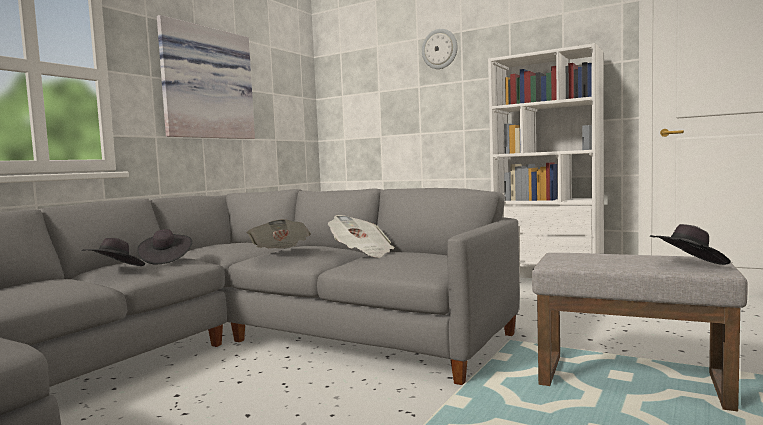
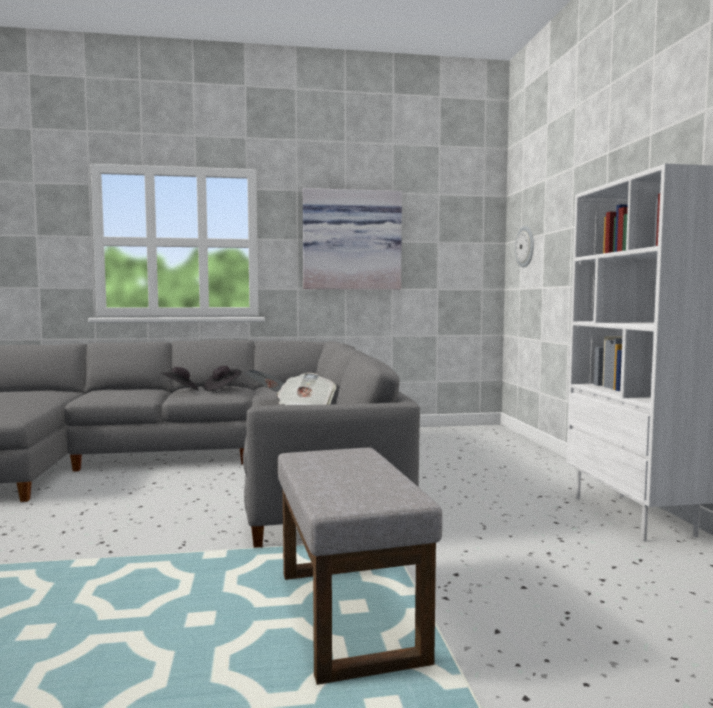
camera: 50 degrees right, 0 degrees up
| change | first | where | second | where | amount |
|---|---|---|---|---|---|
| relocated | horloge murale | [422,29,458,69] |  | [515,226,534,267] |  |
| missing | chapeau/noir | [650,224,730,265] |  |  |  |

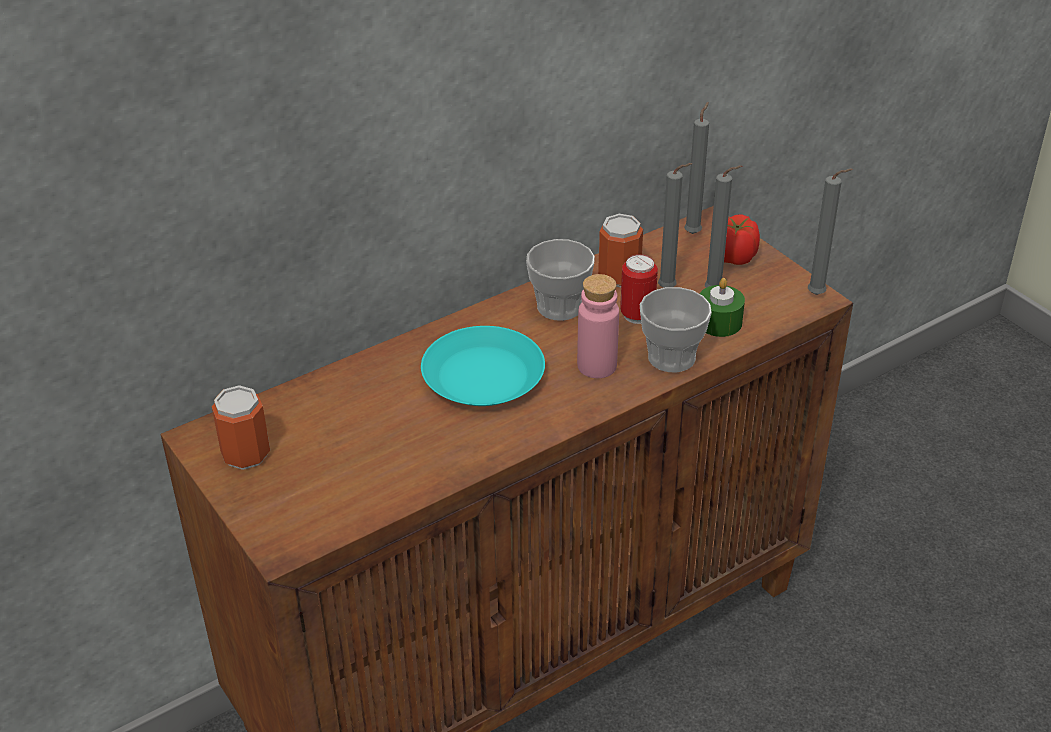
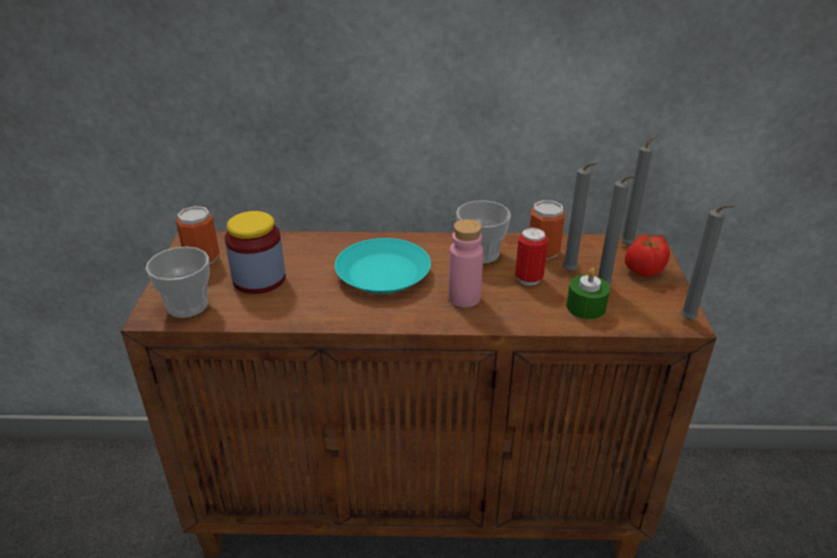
camera: 35 degrees right, 5 degrees down
| change | first | where | second | where | amount |
|---|---|---|---|---|---|
| relocated | tasse | [640,287,712,372] |  | [146,247,210,318] |  |
| appeared |  |  | bocal | [225,211,285,294] |  |

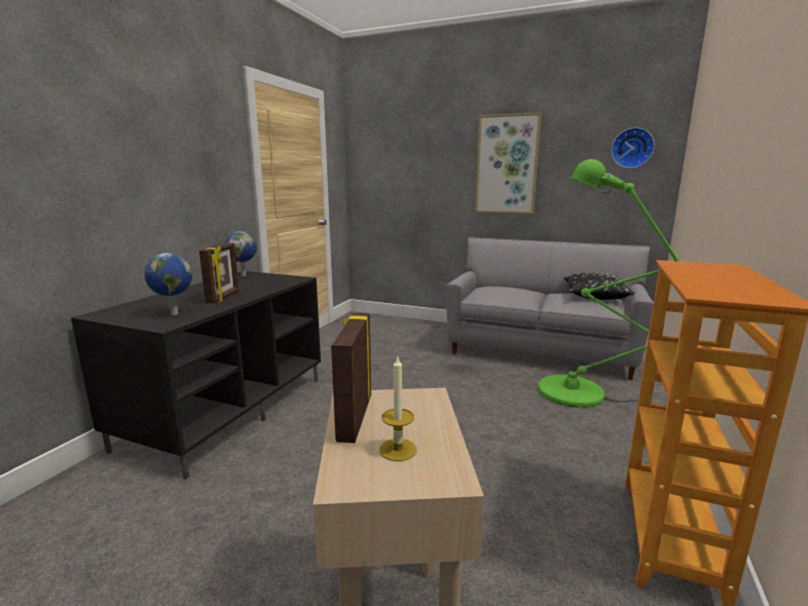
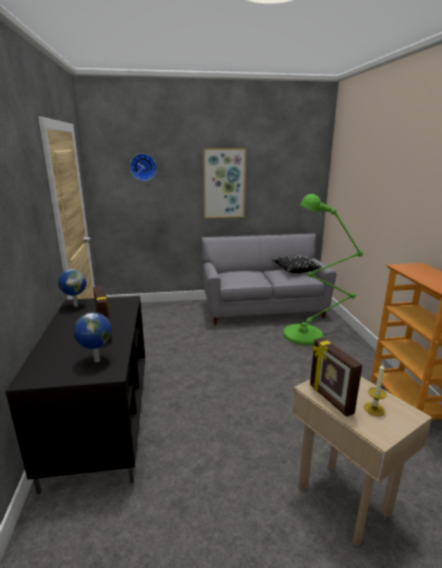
camera: 30 degrees left, 5 degrees up
| change | first | where | second | where | amount |
|---|---|---|---|---|---|
| relocated | horloge murale | [611,128,655,168] |  | [130,153,157,181] |  |

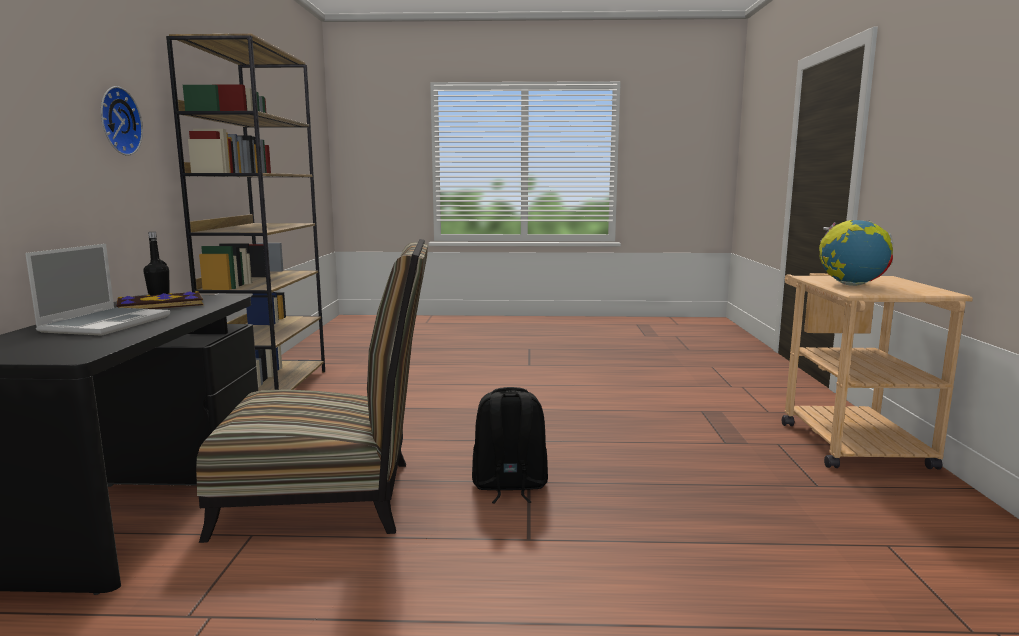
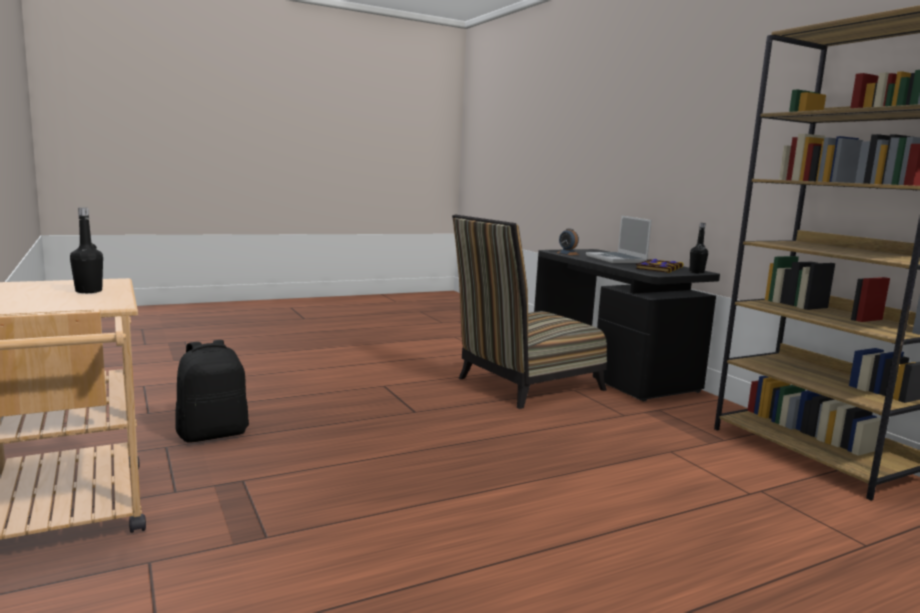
camera: 150 degrees right, 0 degrees up
| change | first | where | second | where | amount |
|---|---|---|---|---|---|
| exchanged | globe | [819,220,893,286] | bouteille/noir | [70,207,103,293] |  |
| relocated | sac à dos/noir | [472,387,548,504] |  | [176,340,249,443] |  |
| appeared |  |  | réveil | [557,229,579,255] |  |
| missing | horloge murale | [101,86,143,156] |  |  |  |

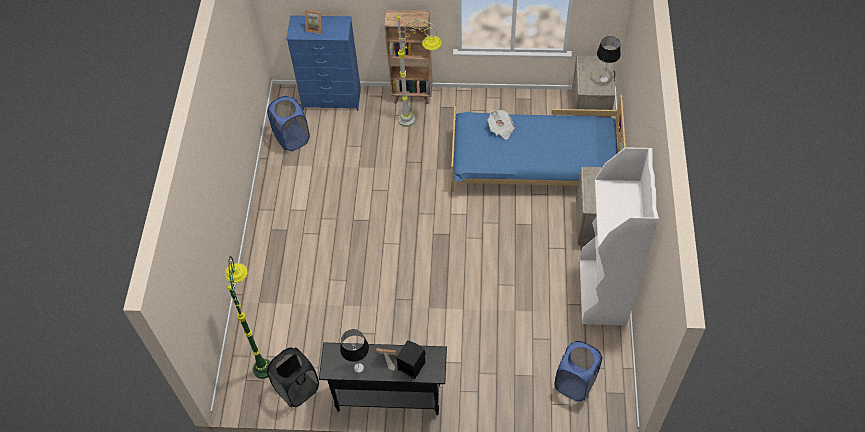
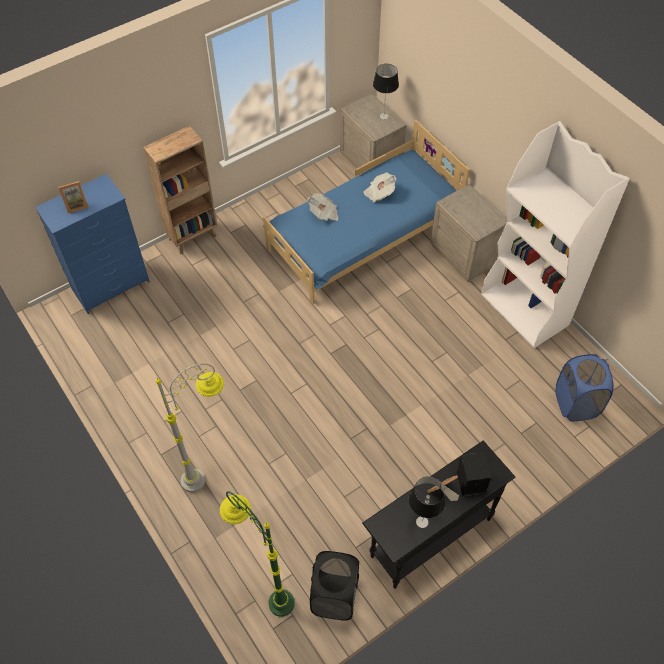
camera: 40 degrees left, 0 degrees up
| change | first | where | second | where | amount |
|---|---|---|---|---|---|
| relocated | lampadaire/gris | [397,15,442,127] |  | [156,363,224,492] |  |
| appeared |  |  | journal | [363,172,397,202] |  |
| missing | panier à linge/bleu | [267,96,310,151] |  |  |  |

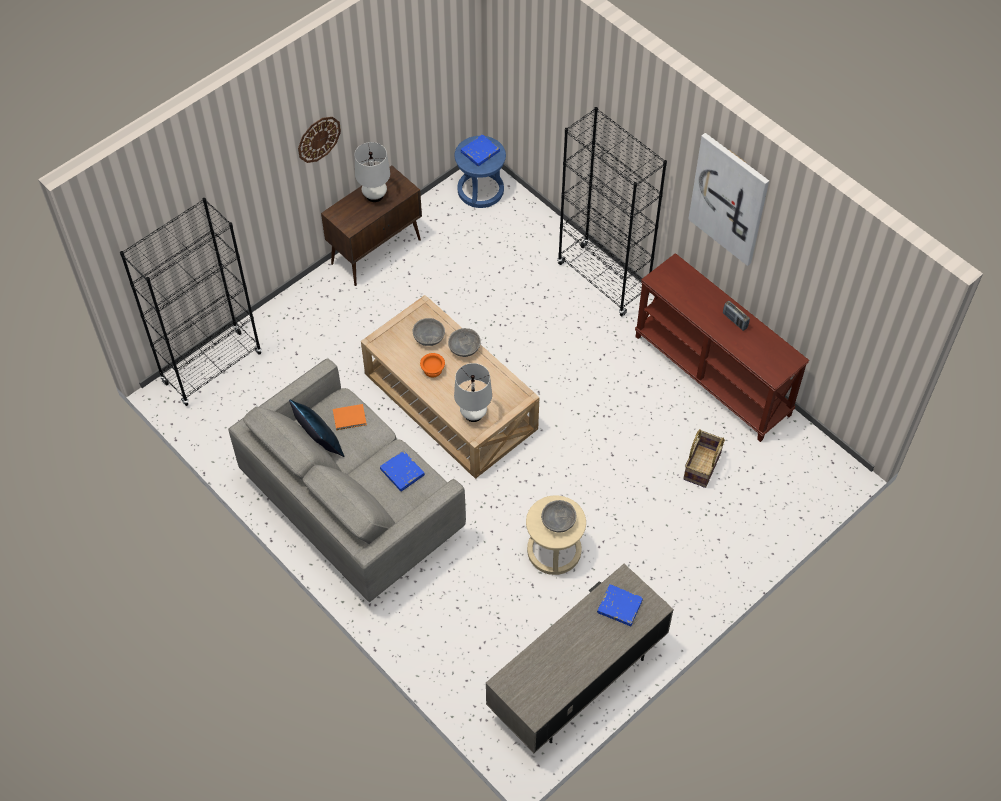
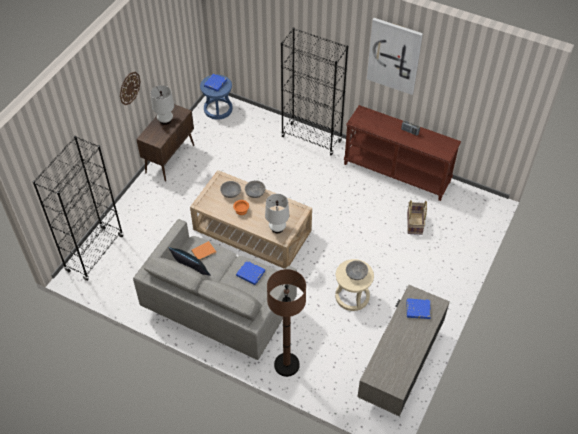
camera: 20 degrees left, 5 degrees down
| change | first | where | second | where | amount |
|---|---|---|---|---|---|
| appeared |  |  | lampadaire/marron | [267,269,306,377] |  |

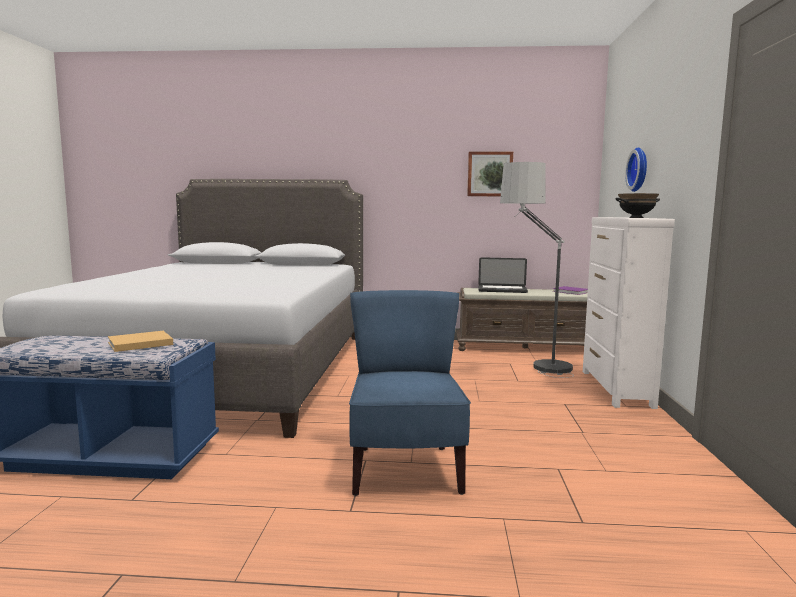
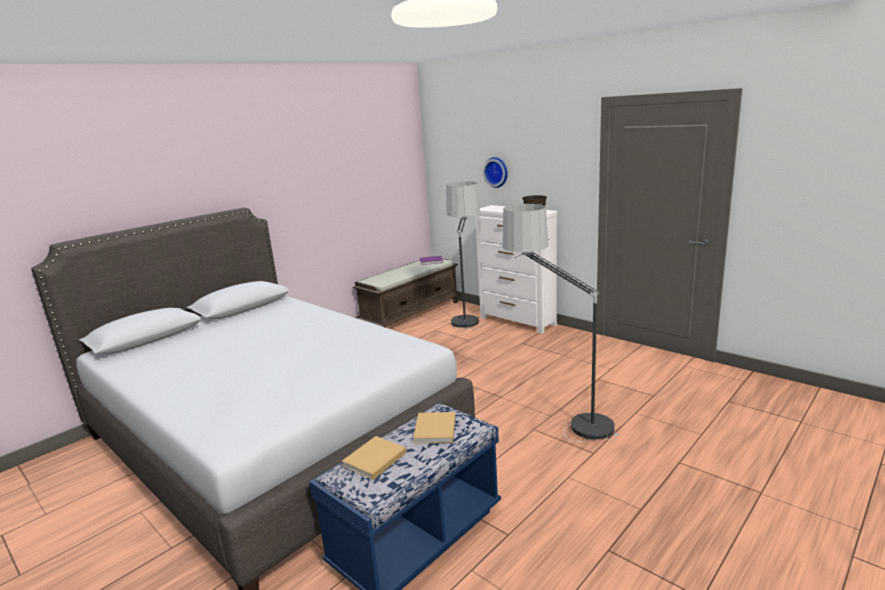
camera: 50 degrees left, 10 degrees up
| change | first | where | second | where | amount |
|---|---|---|---|---|---|
| appeared |  |  | livre/beige | [342,436,407,480] |  |
| exchanged | chaise/bleu | [349,290,471,496] | lampadaire | [503,204,618,442] |  |
| missing | tableau | [467,152,513,196] |  |  |  |
| missing | ordinateur portable | [478,257,528,293] |  |  |  |

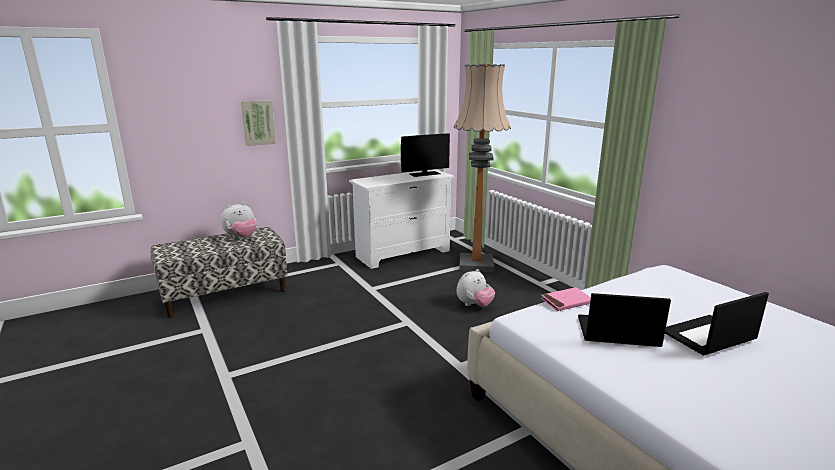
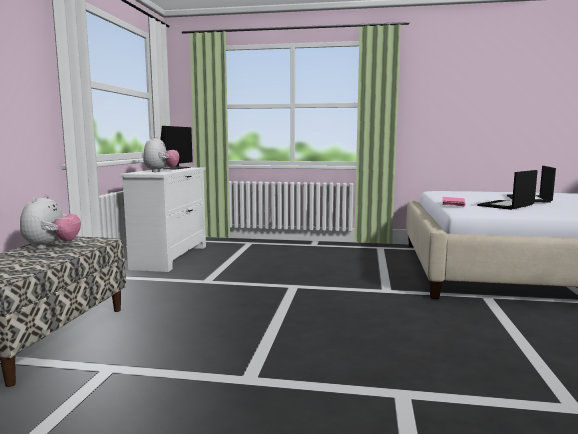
camera: 50 degrees left, 10 degrees down
| change | first | where | second | where | amount |
|---|---|---|---|---|---|
| relocated | peluche | [457,269,495,307] |  | [143,137,179,172] |  |
| missing | tableau | [241,100,276,146] |  |  |  |
| missing | lampadaire | [454,64,511,272] |  |  |  |

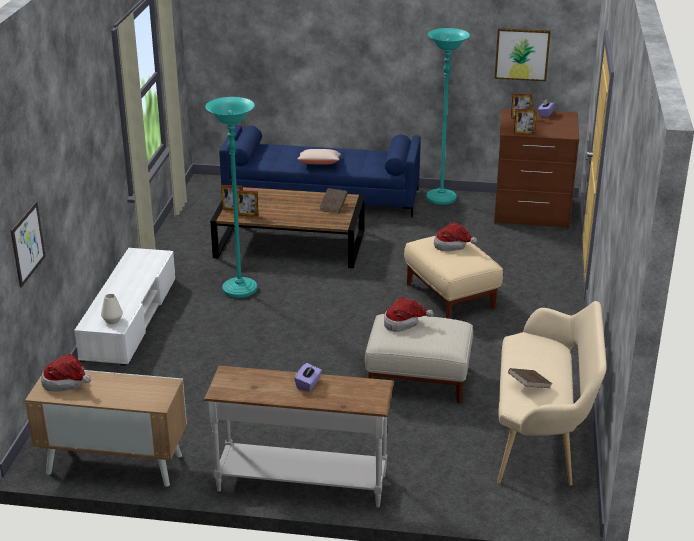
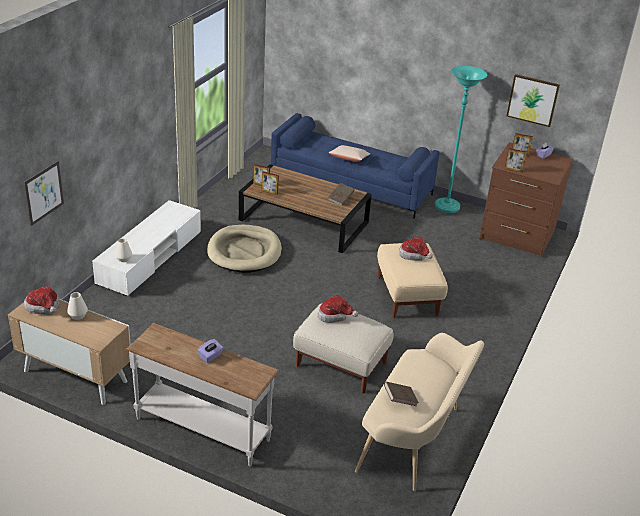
camera: 15 degrees right, 5 degrees up
| change | first | where | second | where | amount |
|---|---|---|---|---|---|
| appeared |  |  | vase/blanc | [67,292,88,320] |  |
| exchanged | lampadaire/turquoise | [205,97,257,298] | panier pour chien/beige | [207,225,282,273] |  |

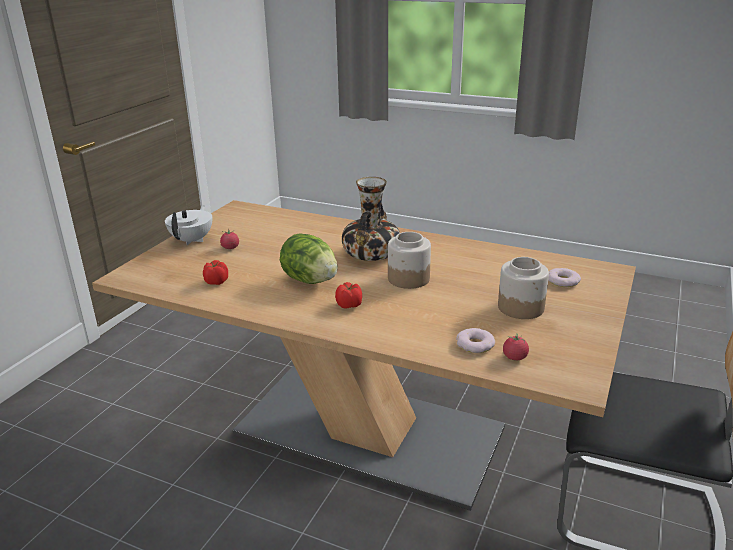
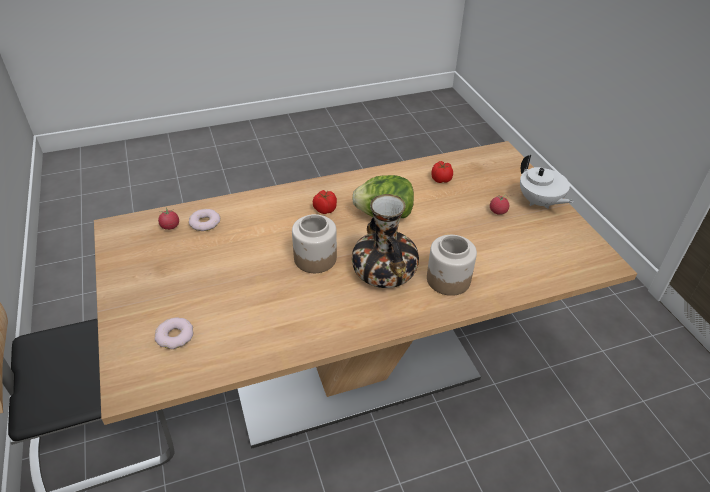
camera: 135 degrees right, 15 degrees up
| change | first | where | second | where | amount |
|---|---|---|---|---|---|
| relocated | bocal | [498,257,549,319] |  | [427,235,477,296] |  |

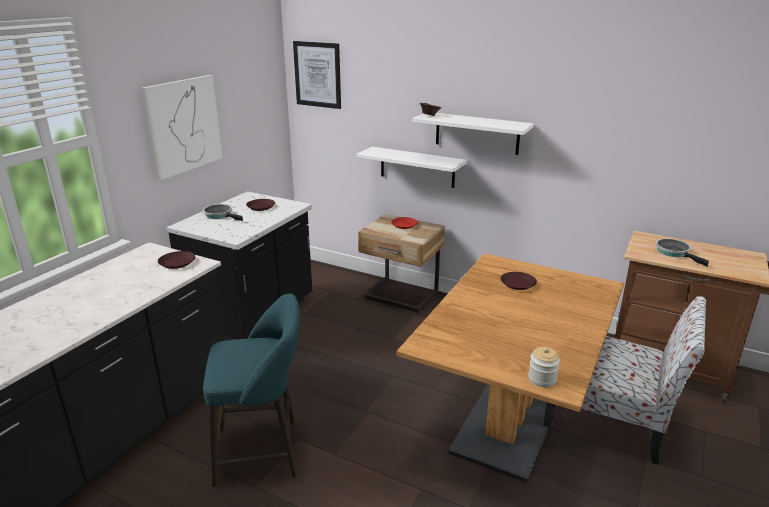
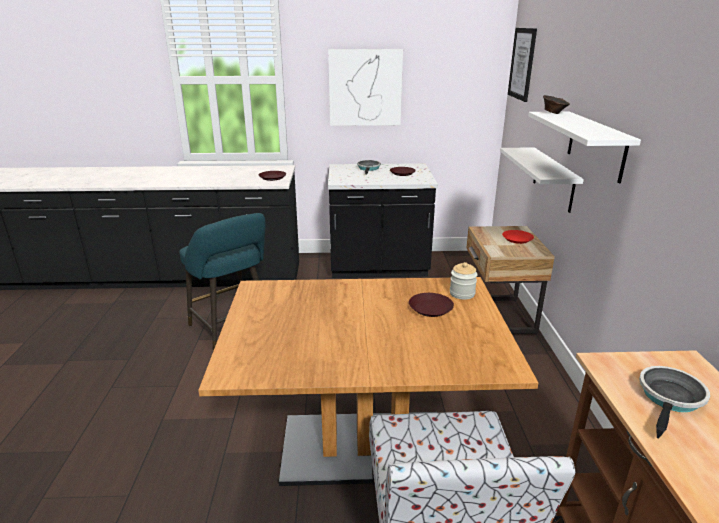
camera: 60 degrees right, 0 degrees up
| change | first | where | second | where | amount |
|---|---|---|---|---|---|
| relocated | bocal | [528,347,560,387] |  | [450,262,477,300] |  |

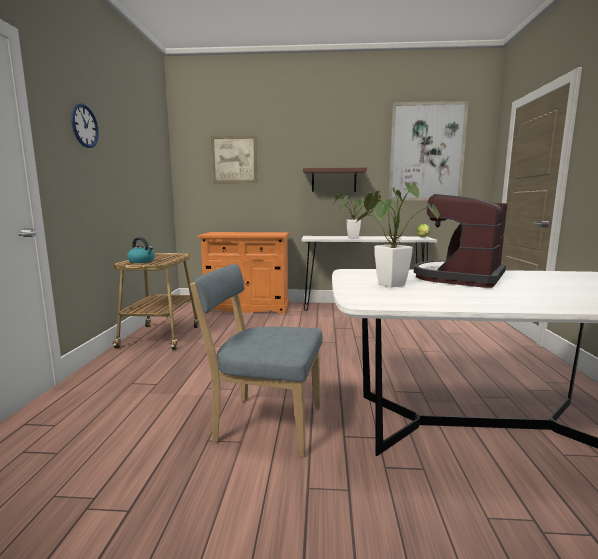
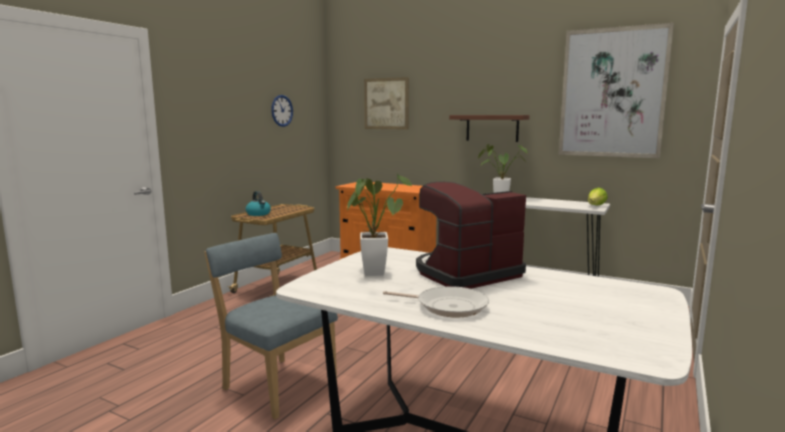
camera: 25 degrees right, 0 degrees up
| change | first | where | second | where | amount |
|---|---|---|---|---|---|
| relocated | horloge murale | [71,103,99,148] |  | [271,95,293,127] |  |
| appeared |  |  | poêle | [383,286,489,318] |  |

